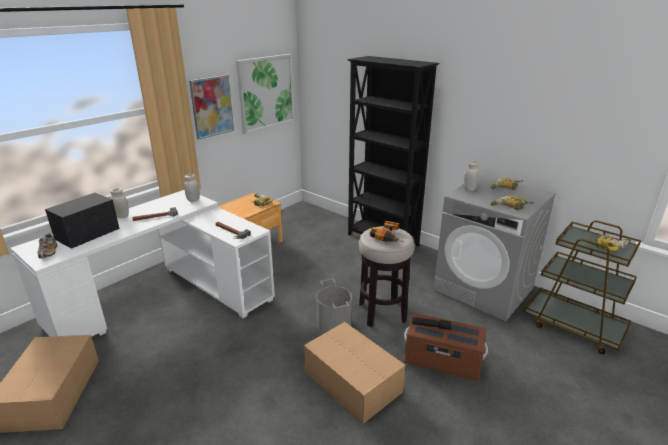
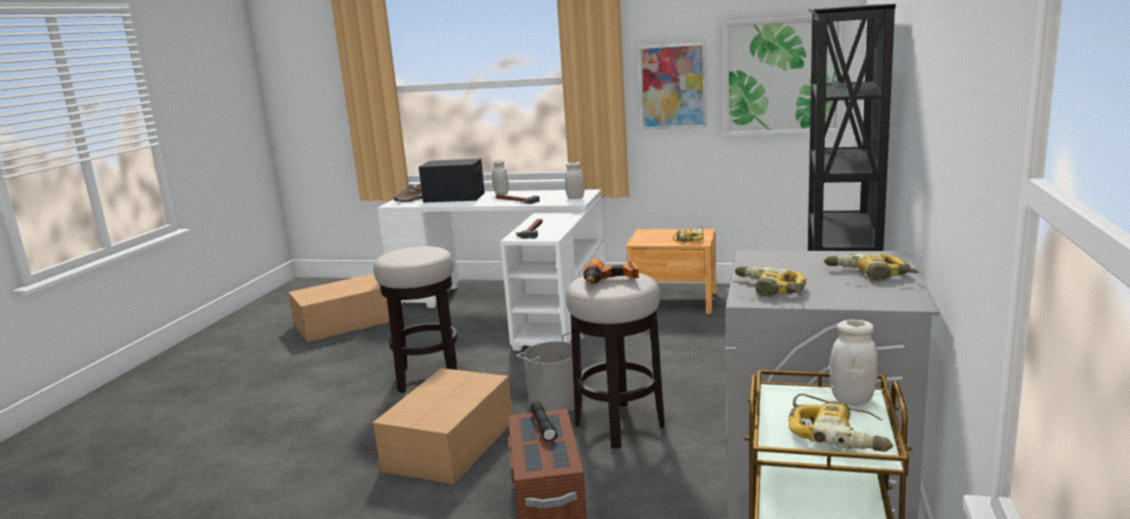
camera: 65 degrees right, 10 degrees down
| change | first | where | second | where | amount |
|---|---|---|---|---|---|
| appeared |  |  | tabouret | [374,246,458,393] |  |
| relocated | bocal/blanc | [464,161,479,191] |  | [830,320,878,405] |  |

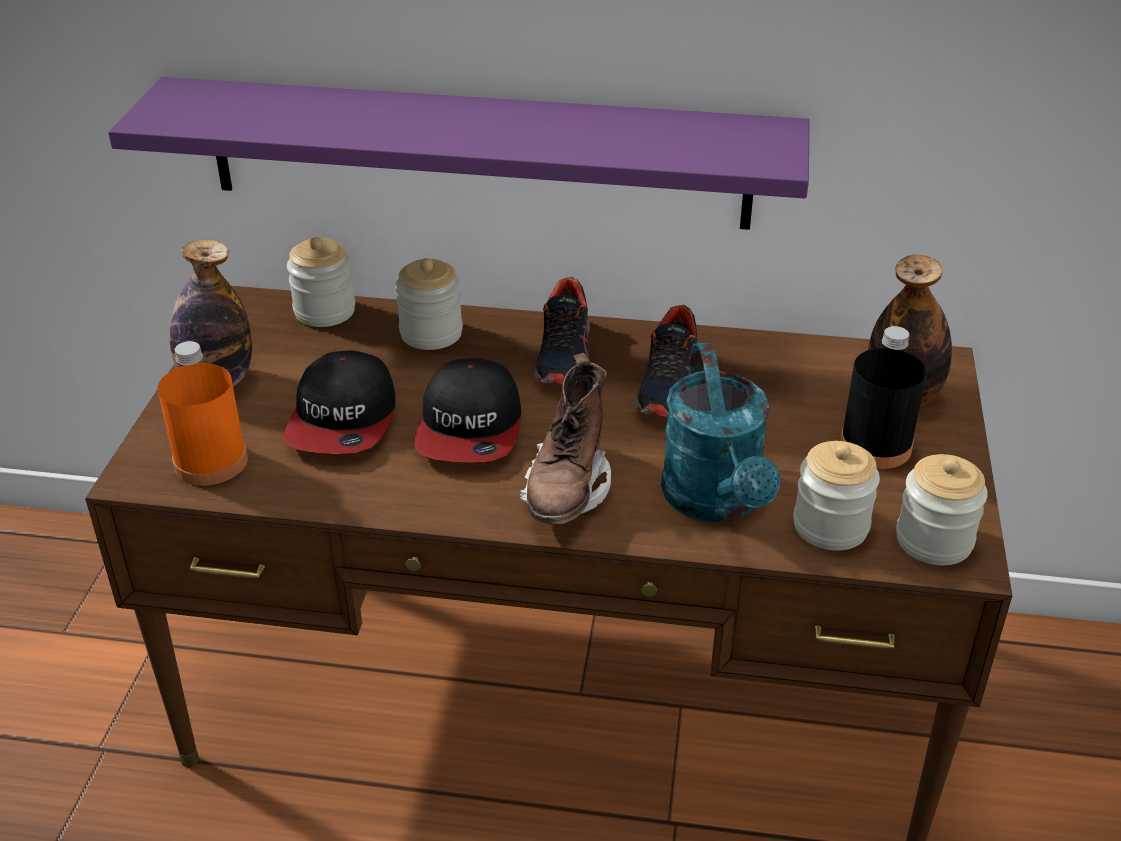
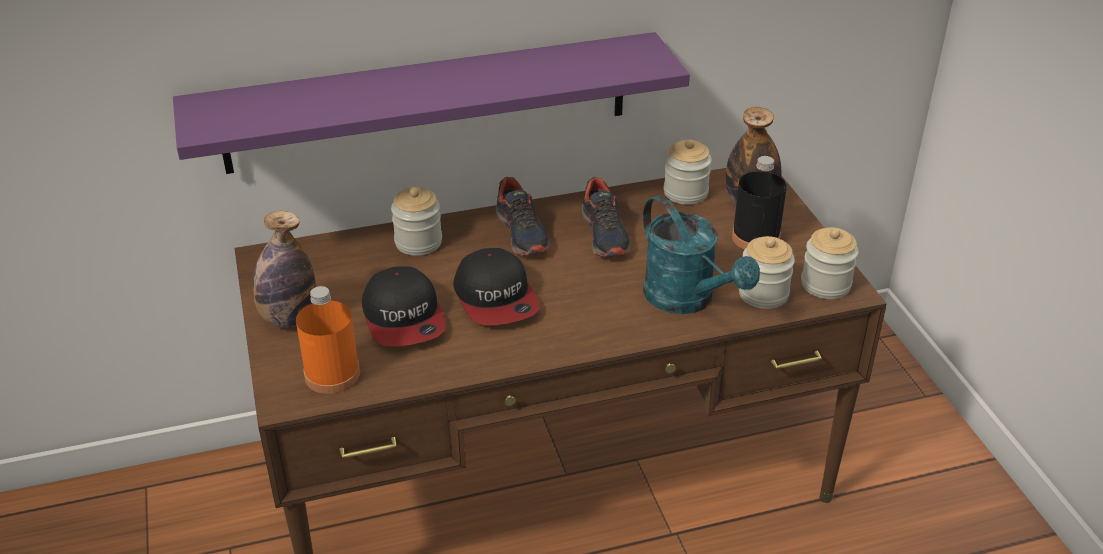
camera: 25 degrees left, 0 degrees up
| change | first | where | second | where | amount |
|---|---|---|---|---|---|
| relocated | bocal | [287,237,355,327] |  | [663,139,712,205] |  |
| missing | botte/marron | [519,353,611,524] |  |  |  |

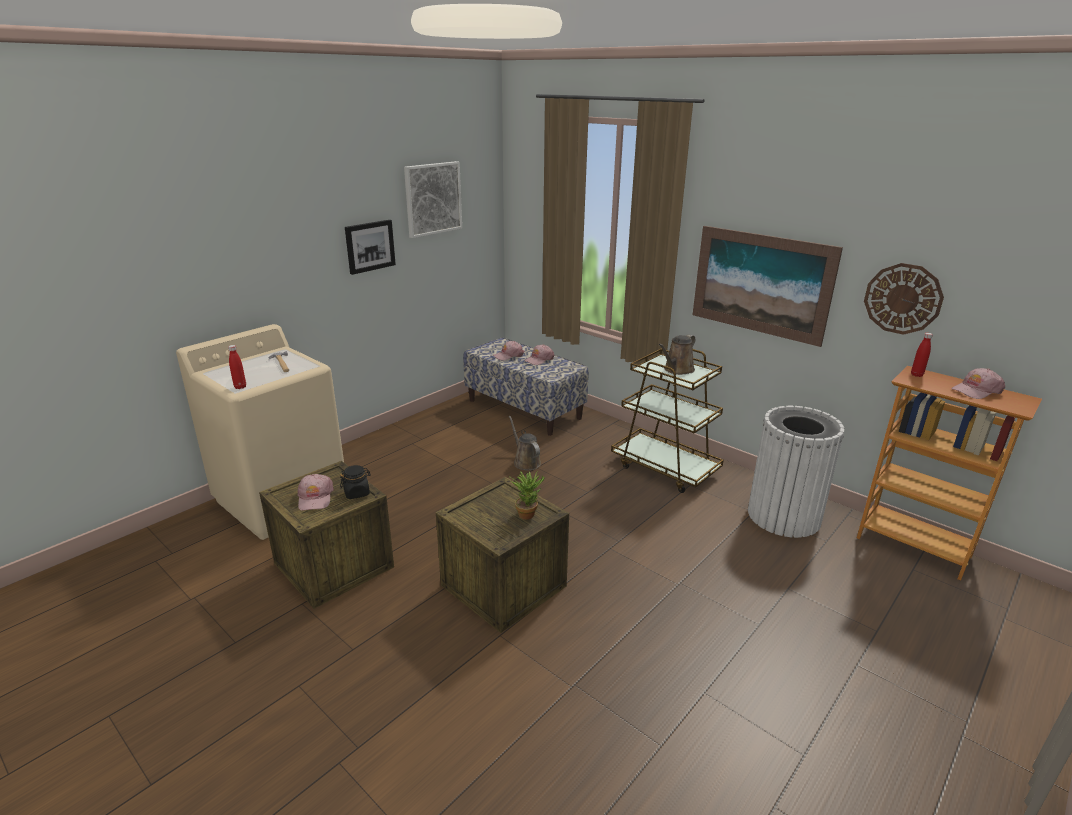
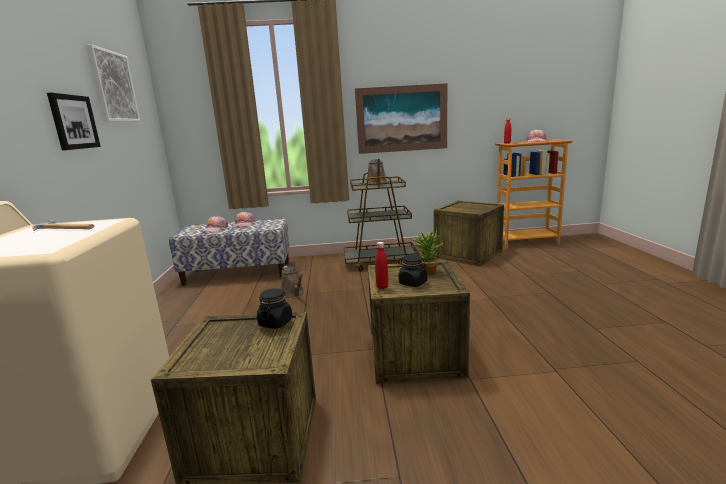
camera: 45 degrees left, 10 degrees down
| change | first | where | second | where | amount |
|---|---|---|---|---|---|
| spun | arrosoir/marron | [509,416,541,470] |  | [281,266,304,299] | 135 degrees counterclockwise |
| relocated | bouteille/rouge | [228,345,246,389] |  | [375,242,388,289] |  |
| appeared |  |  | bocal/noir | [398,255,427,287] |  |
| exchanged | poubelle/blanc | [748,406,845,538] | caisse | [434,200,504,267] |  |
| missing | casquette/rose | [297,474,334,511] |  |  |  |
| missing | horloge murale | [864,263,944,335] |  |  |  |

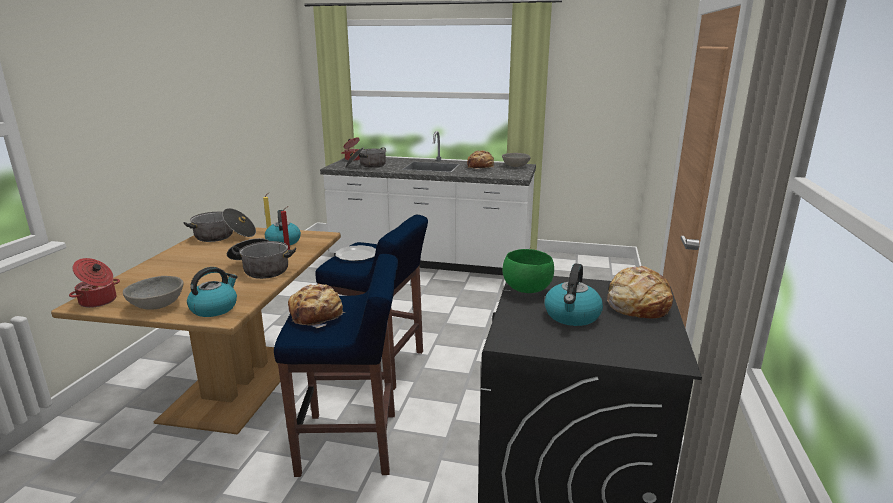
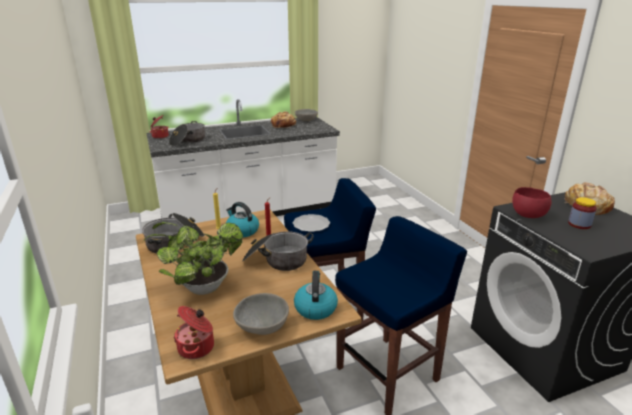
camera: 35 degrees left, 5 degrees up
| change | first | where | second | where | amount |
|---|---|---|---|---|---|
| appeared |  |  | plante en pot | [143,222,243,295] |  |
| colour | bol/vert | [503,249,554,293] | bol/rouge | [512,187,551,218] |  |
| exchanged | bouilloire | [544,263,603,326] | bocal | [568,197,597,229] |  |
| missing | pain | [288,284,345,328] |  |  |  |

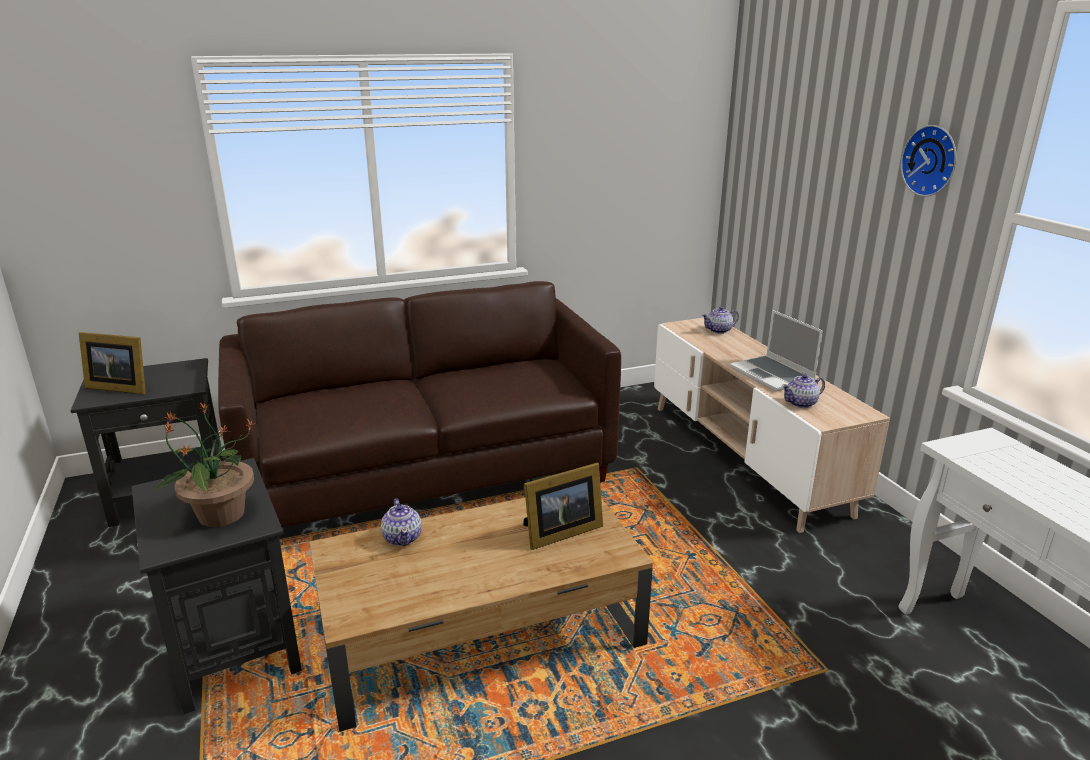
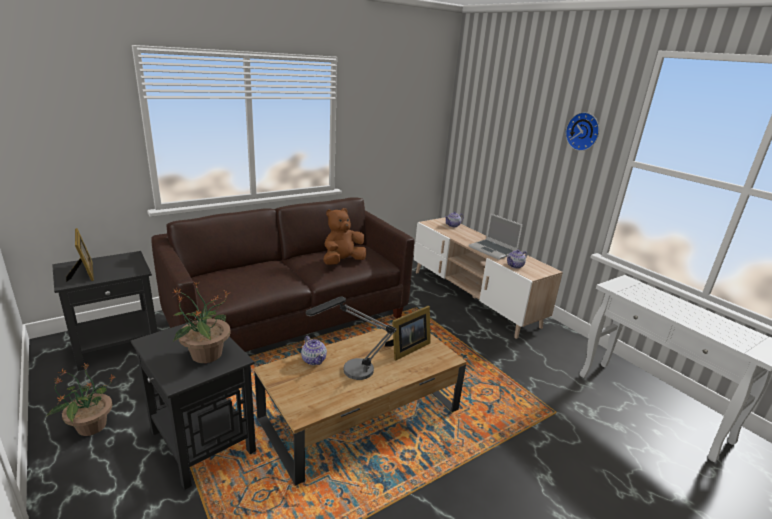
camera: 15 degrees left, 0 degrees up
| change | first | where | second | where | amount |
|---|---|---|---|---|---|
| appeared |  |  | plante en pot | [46,363,115,436] |  |
| spun | cadre photo | [79,332,146,394] |  | [66,228,94,282] | 120 degrees counterclockwise |
| appeared |  |  | lampe de table | [306,297,396,380] |  |
| appeared |  |  | peluche/marron | [323,208,366,265] |  |

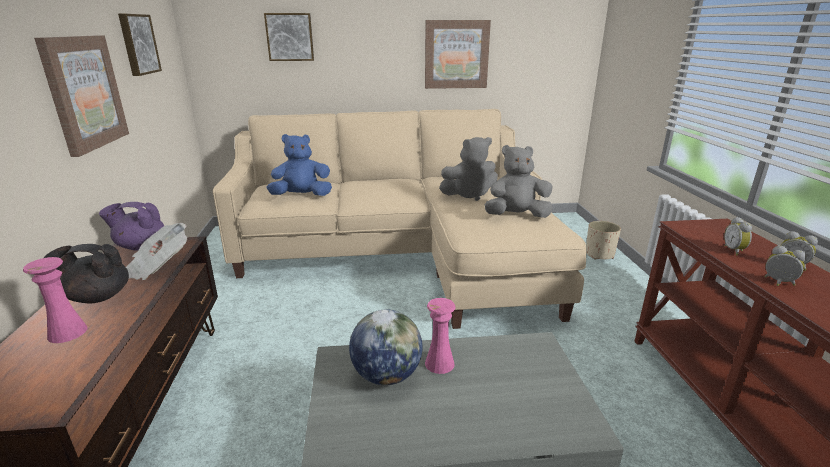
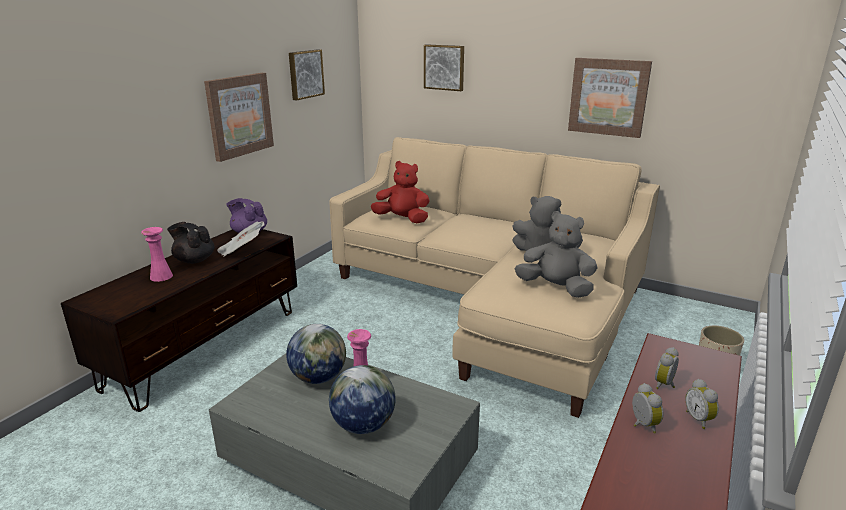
camera: 35 degrees right, 0 degrees up
| change | first | where | second | where | amount |
|---|---|---|---|---|---|
| appeared |  |  | globe | [329,365,395,434] |  |
| colour | peluche/bleu | [266,134,332,196] | peluche/rouge | [371,161,430,223] |  |

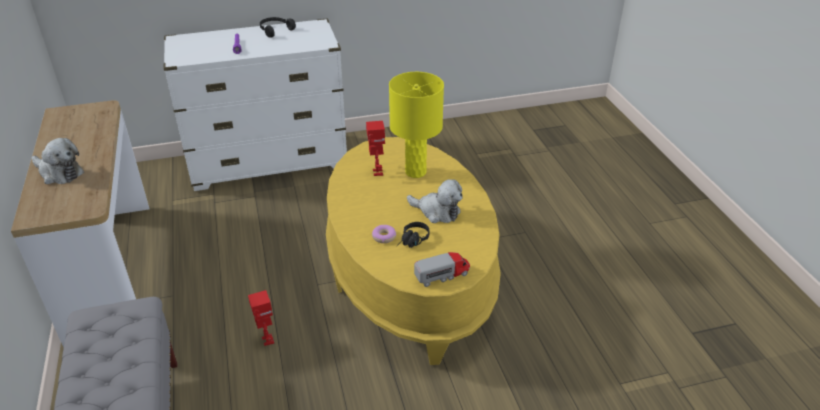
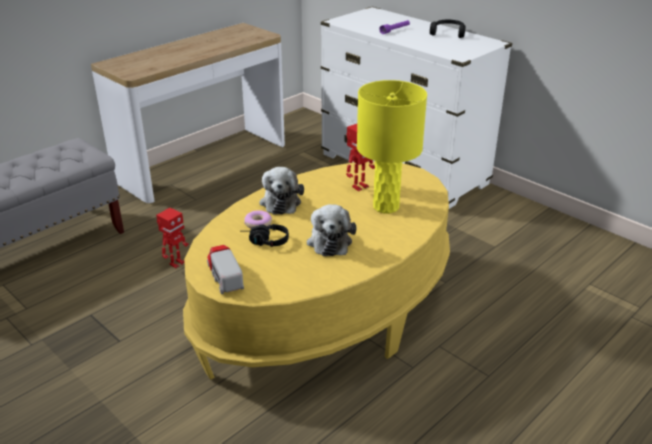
camera: 60 degrees right, 5 degrees down
| change | first | where | second | where | amount |
|---|---|---|---|---|---|
| spun | camion jouet | [414,252,470,287] |  | [207,245,244,294] | 150 degrees counterclockwise |
| relocated | peluche | [32,138,84,184] |  | [259,167,304,214] |  |

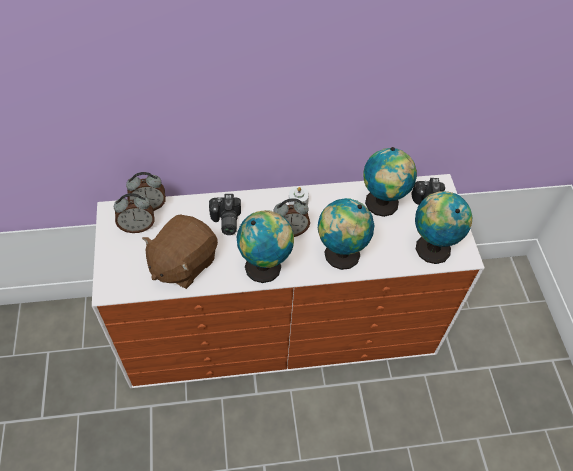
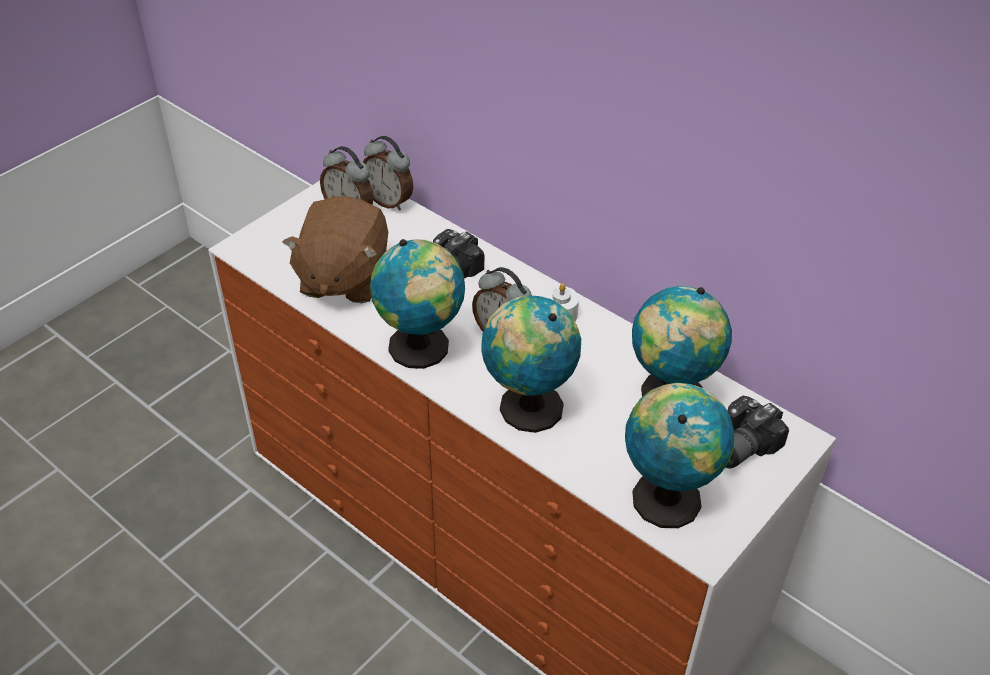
camera: 50 degrees right, 10 degrees down
| change | first | where | second | where | amount |
|---|---|---|---|---|---|
| spun | peluche/marron | [142,215,218,289] |  | [282,196,388,303] | 75 degrees counterclockwise |

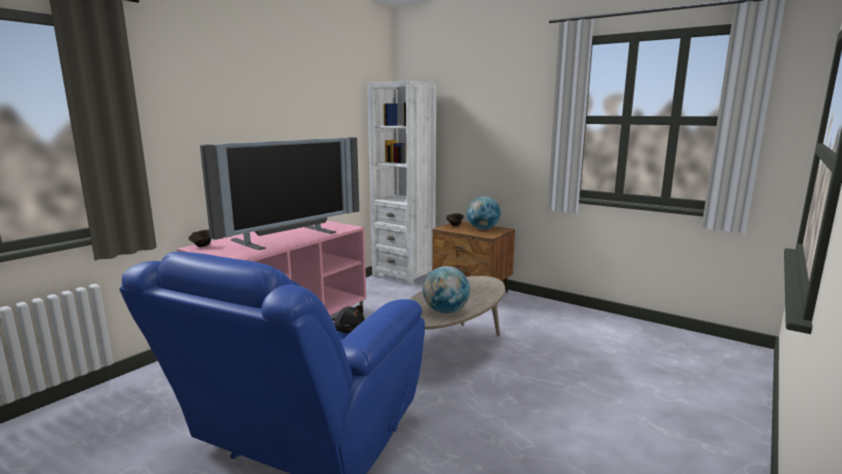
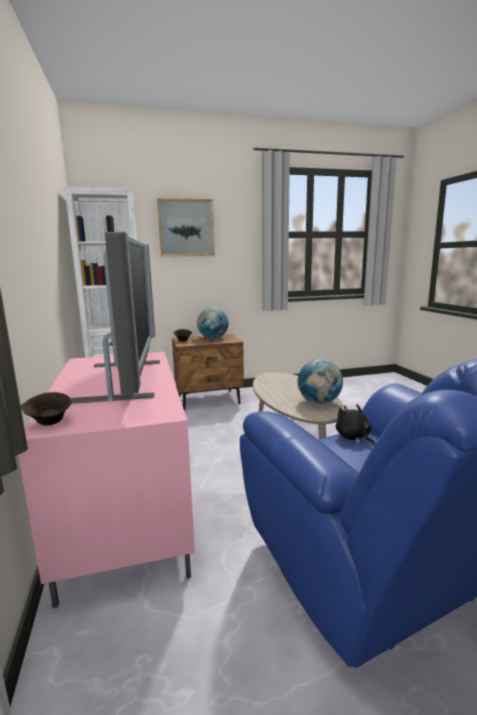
camera: 50 degrees left, 0 degrees up
| change | first | where | second | where | amount |
|---|---|---|---|---|---|
| appeared |  |  | tableau | [157,198,215,257] |  |
| spun | peluche/noir | [332,305,365,333] |  | [336,404,375,445] | 105 degrees counterclockwise |

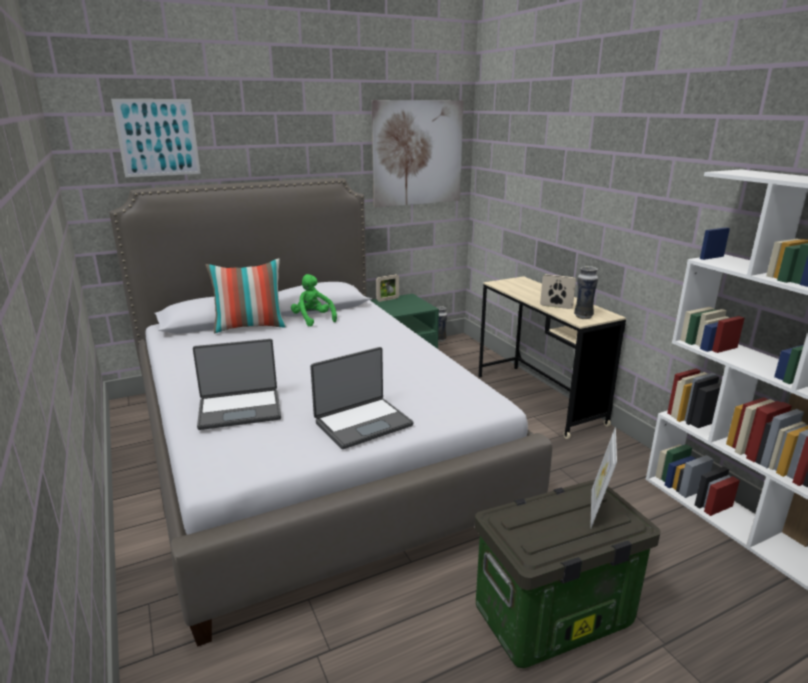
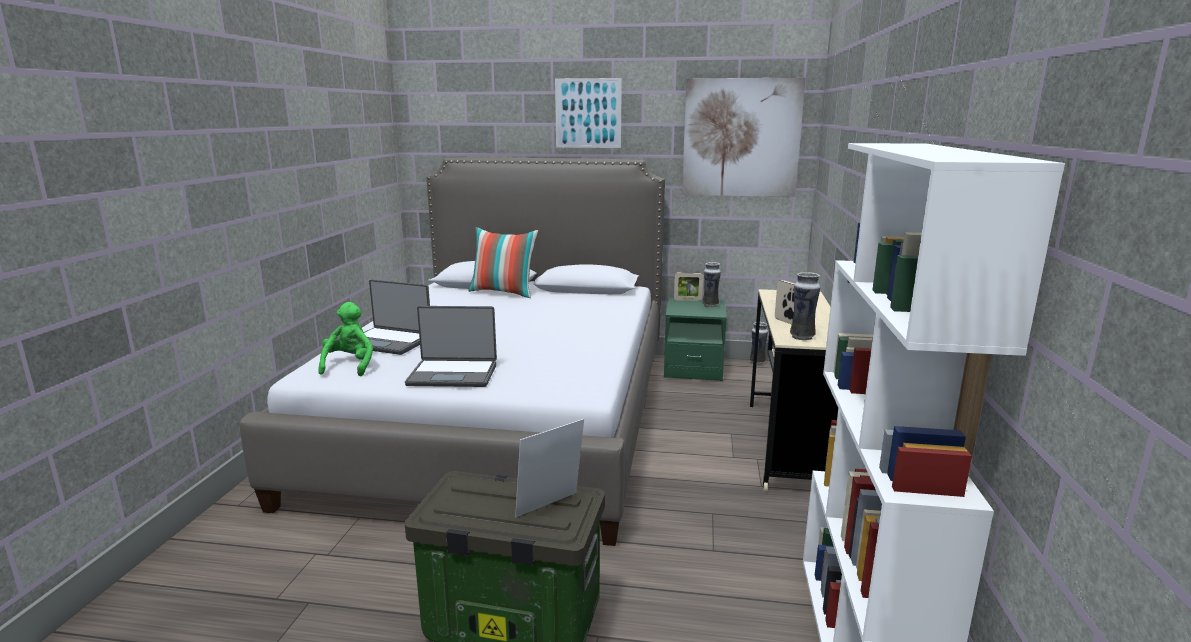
camera: 35 degrees right, 5 degrees down
| change | first | where | second | where | amount |
|---|---|---|---|---|---|
| relocated | peluche/vert | [291,274,337,327] |  | [318,302,373,376] |  |
| relocated | tableau | [111,99,201,177] |  | [555,78,622,148] |  |
| appeared |  |  | vase | [703,262,721,307] |  |

